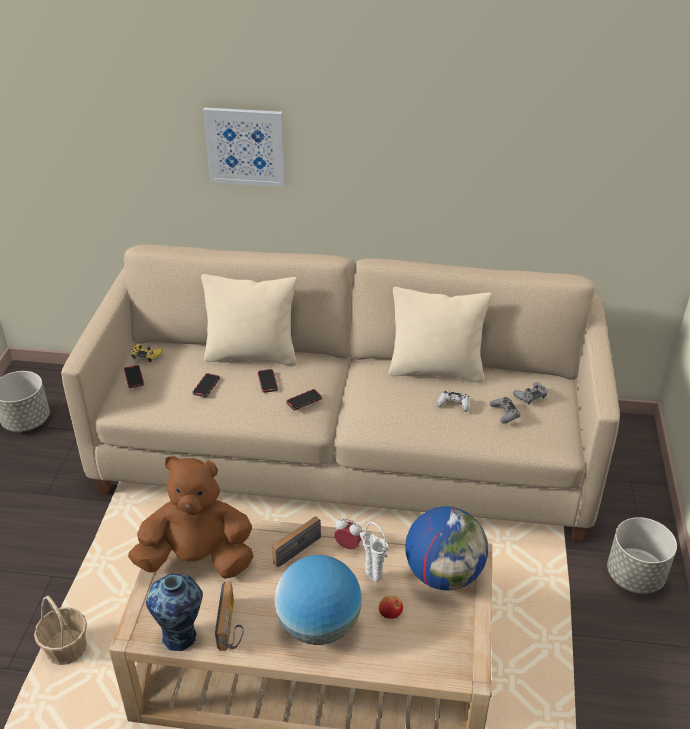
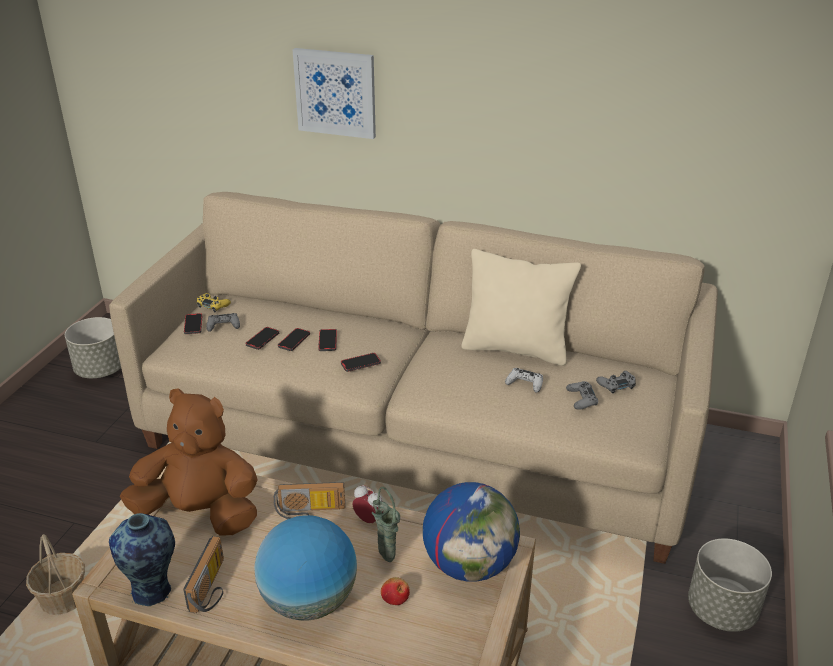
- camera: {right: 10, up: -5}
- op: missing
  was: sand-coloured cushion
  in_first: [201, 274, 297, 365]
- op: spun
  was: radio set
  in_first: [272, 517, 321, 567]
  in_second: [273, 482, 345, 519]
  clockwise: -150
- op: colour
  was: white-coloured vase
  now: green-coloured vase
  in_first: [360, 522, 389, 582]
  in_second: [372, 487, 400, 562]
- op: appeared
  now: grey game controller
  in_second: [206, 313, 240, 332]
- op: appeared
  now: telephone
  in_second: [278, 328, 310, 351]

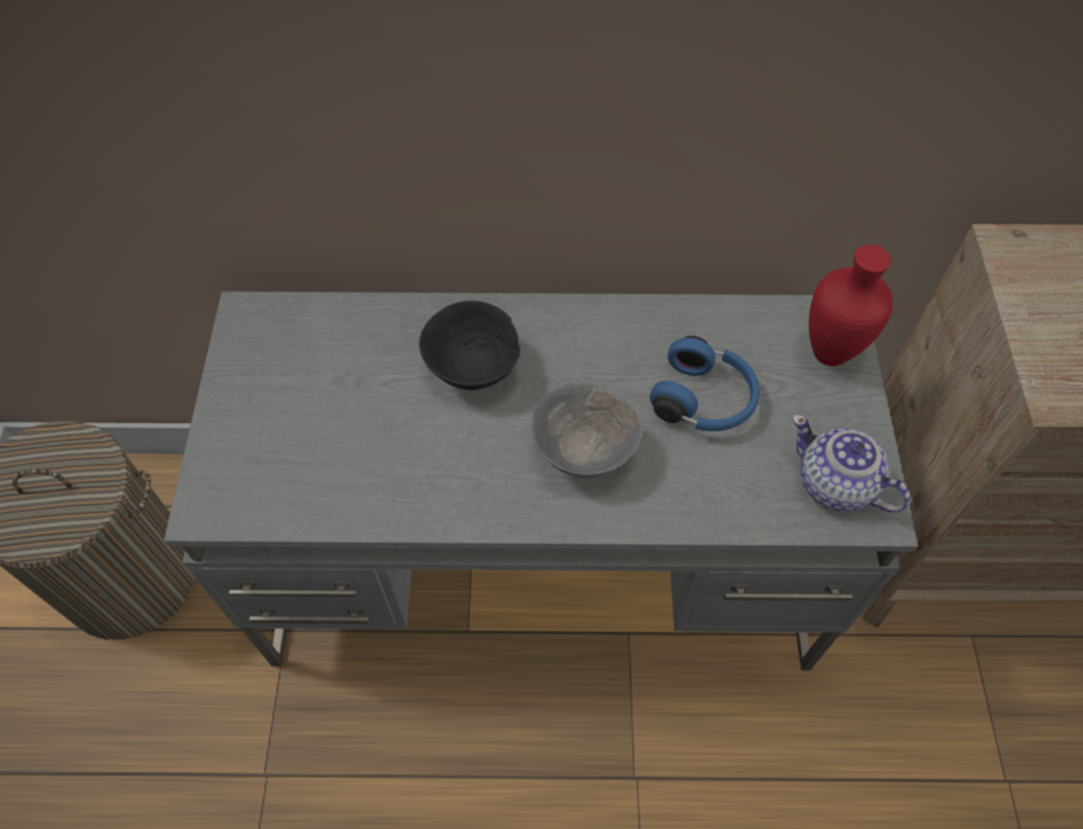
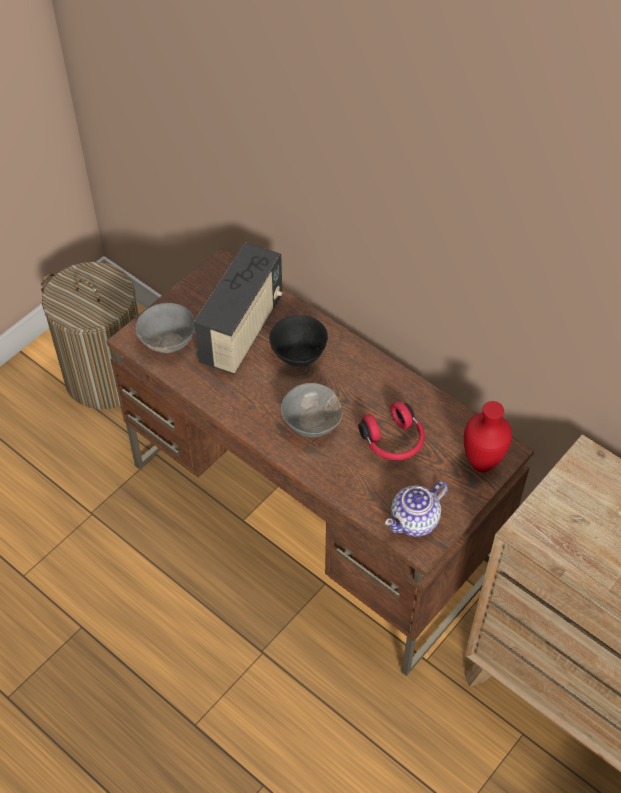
- camera: {right: 40, up: -5}
- op: colour
  was: grey desk
  now: brown desk
  in_first: [164, 291, 918, 671]
  in_second: [106, 248, 534, 676]
- op: colour
  was: bluish headphones
  now: red headphones
  in_first: [650, 336, 760, 431]
  in_second: [358, 401, 425, 461]
- op: spun
  was: tea pot
  in_first: [792, 414, 911, 513]
  in_second: [385, 481, 448, 537]
  clockwise: -120
- op: appeared
  now: radio set
  in_second: [194, 242, 282, 375]
- op: appeared
  now: grey serving bowl
  in_second: [135, 303, 195, 353]

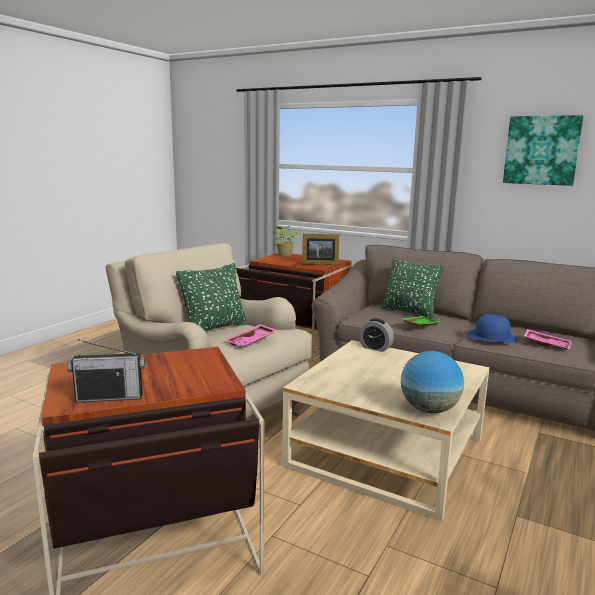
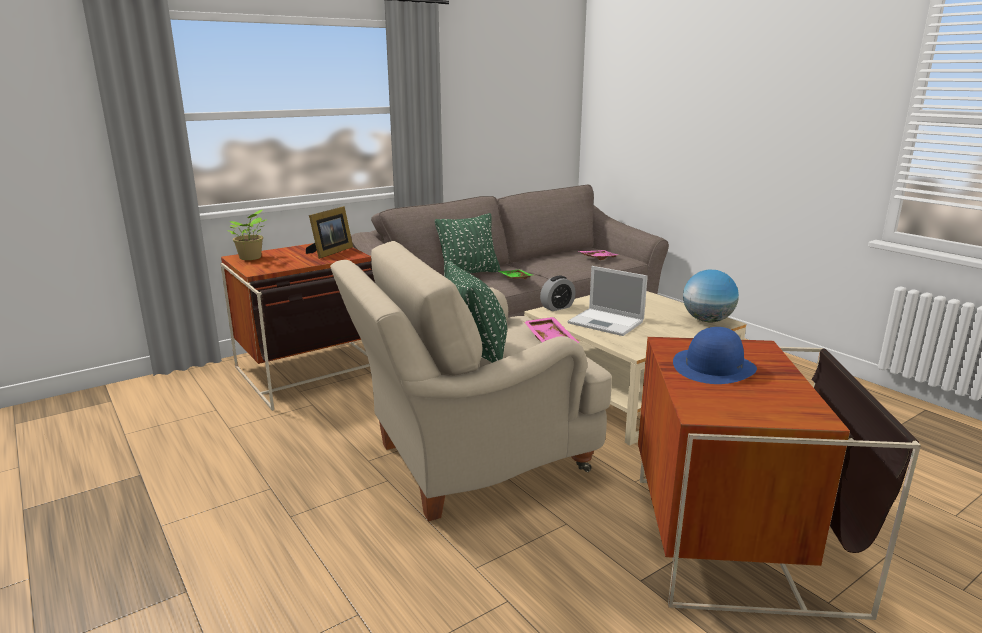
- camera: {right: -65, up: 5}
- op: missing
  was: wall art
  in_first: [503, 115, 584, 186]
- op: relocated
  was: bluish clothing hat
  in_first: [467, 314, 518, 343]
  in_second: [673, 327, 757, 384]
- op: missing
  was: radio set
  in_first: [67, 339, 145, 403]
- op: appeared
  now: notebook computer
  in_second: [568, 266, 648, 336]

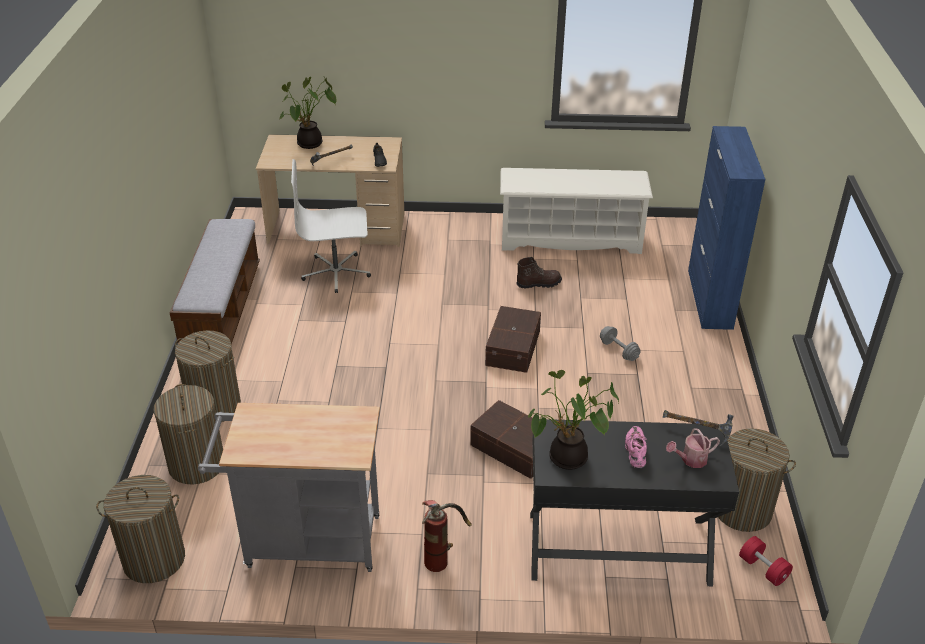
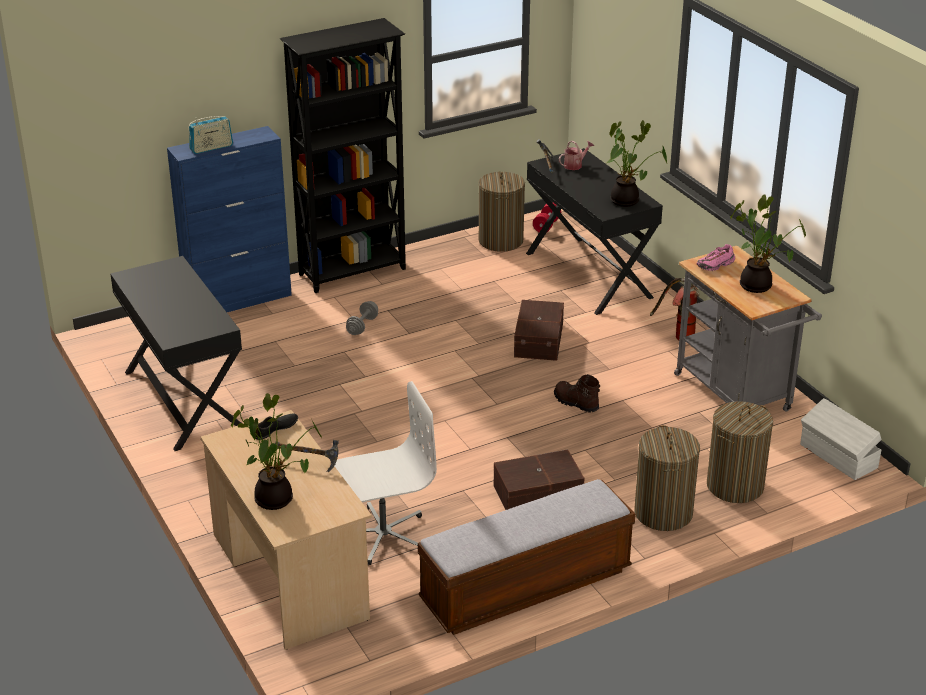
- camera: {right: -120, up: -5}
- op: spun
  was: white-coloured desk chair
  in_first: [291, 159, 371, 293]
  in_second: [335, 381, 437, 565]
  clockwise: -75
- op: exchanged
  was: white-coloured shoe rack
  now: blackish desk
  in_first: [500, 168, 653, 254]
  in_second: [110, 256, 242, 451]
- op: relocated
  was: brown high-top boot
  in_first: [516, 257, 562, 289]
  in_second: [554, 374, 600, 413]
- op: relocated
  was: brown storage bin
  in_first: [485, 306, 541, 373]
  in_second: [494, 450, 584, 510]
- op: relocated
  was: pink-coloured low shoe
  in_first: [625, 426, 647, 468]
  in_second: [697, 244, 735, 271]
- op: spun
  was: sprinkling can
  in_first: [666, 428, 720, 468]
  in_second: [559, 141, 594, 170]
  clockwise: -75
- op: exchanged
  was: hamper
  now: white-coloured storage bin
  in_first: [96, 475, 185, 583]
  in_second: [800, 398, 881, 480]
- op: appeared
  now: blackish bookcase
  in_second: [280, 18, 406, 293]
- op: appeared
  now: radio set
  in_second: [189, 116, 233, 154]
- op: appeared
  now: plant in a pot
  in_second: [730, 194, 806, 293]

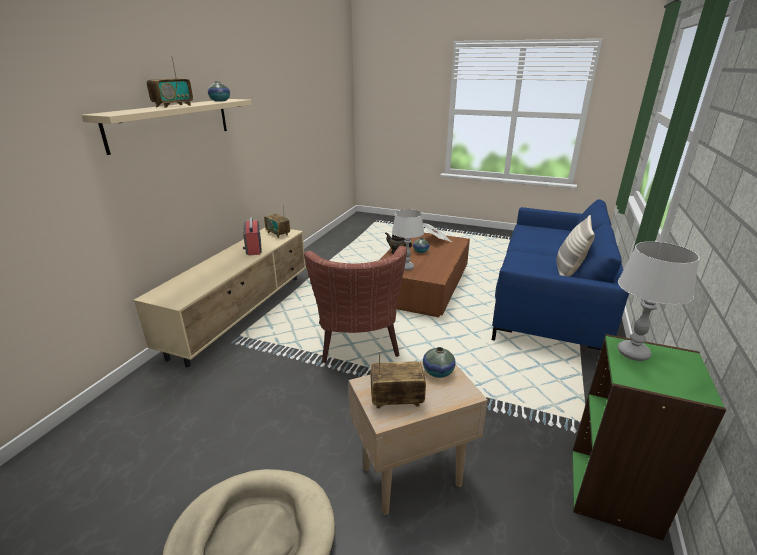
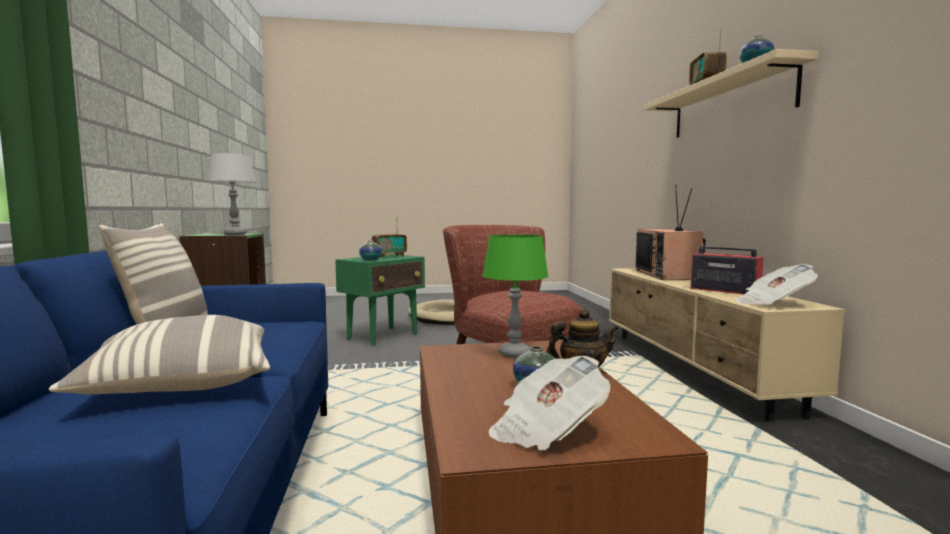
- camera: {right: 150, up: -20}
- op: exchanged
  was: radio set
  now: newspaper
  in_first: [264, 207, 290, 238]
  in_second: [735, 264, 818, 305]
- op: colour
  was: grey tabletop lamp
  now: green-coloured tabletop lamp
  in_first: [392, 209, 424, 270]
  in_second: [482, 235, 549, 358]
- op: colour
  was: sand-coloured side table
  now: green-coloured side table
  in_first: [349, 361, 488, 515]
  in_second: [335, 254, 425, 346]
- op: appeared
  now: television
  in_second: [636, 185, 706, 280]
- op: appeared
  now: cushion
  in_second: [49, 315, 270, 394]

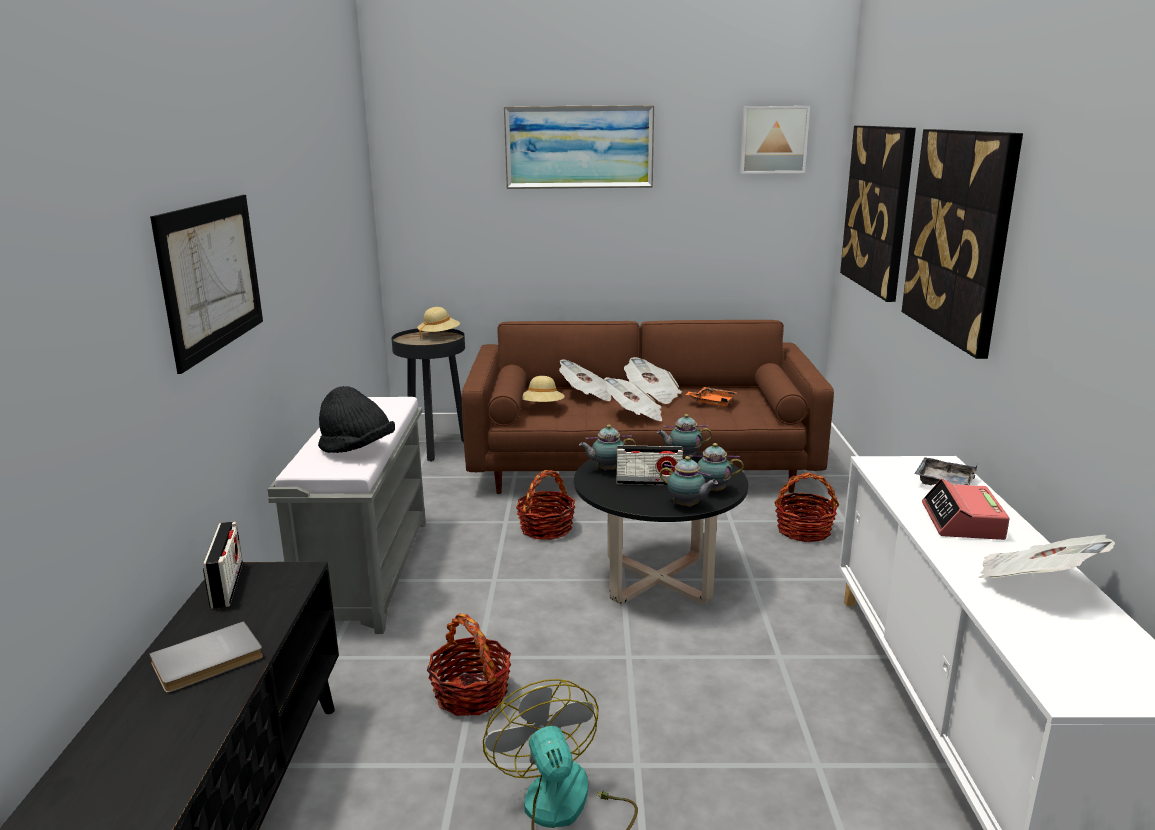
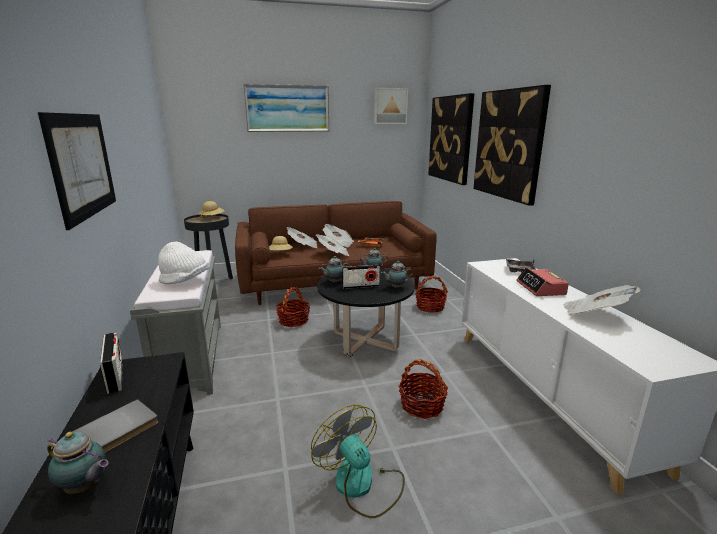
- camera: {right: -15, up: 0}
- op: colour
  was: blackish clothing hat
  now: white-coloured clothing hat
  in_first: [318, 386, 395, 453]
  in_second: [158, 242, 210, 284]
- op: relocated
  was: tea pot
  in_first: [660, 456, 718, 507]
  in_second: [47, 432, 109, 494]
- op: relocated
  was: basket
  in_first: [427, 614, 511, 716]
  in_second: [399, 360, 448, 419]

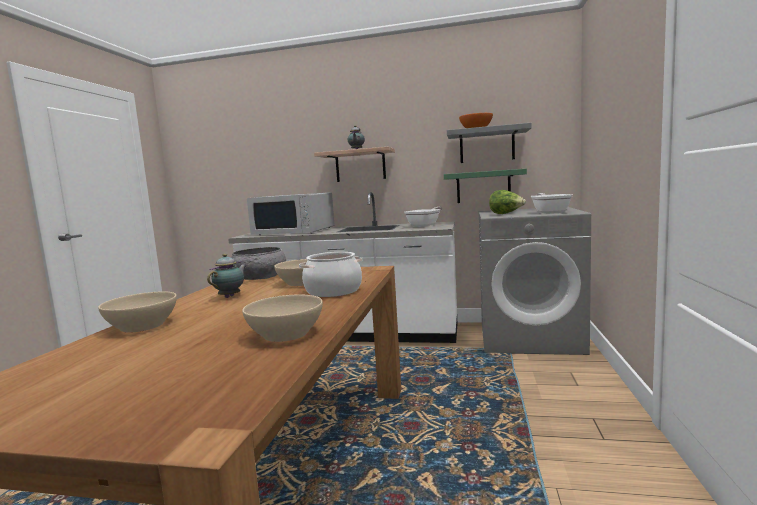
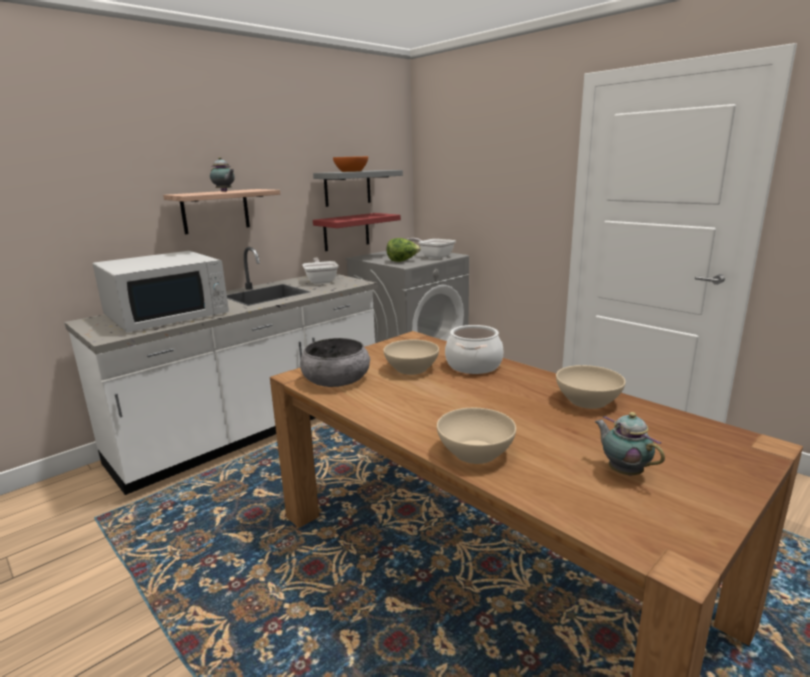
- camera: {right: -55, up: 10}
- op: colour
  was: green-coloured wall shelf
  now: red wall shelf
  in_first: [444, 169, 527, 203]
  in_second: [313, 213, 401, 251]
- op: relocated
  was: tea pot
  in_first: [207, 254, 246, 298]
  in_second: [595, 412, 665, 476]

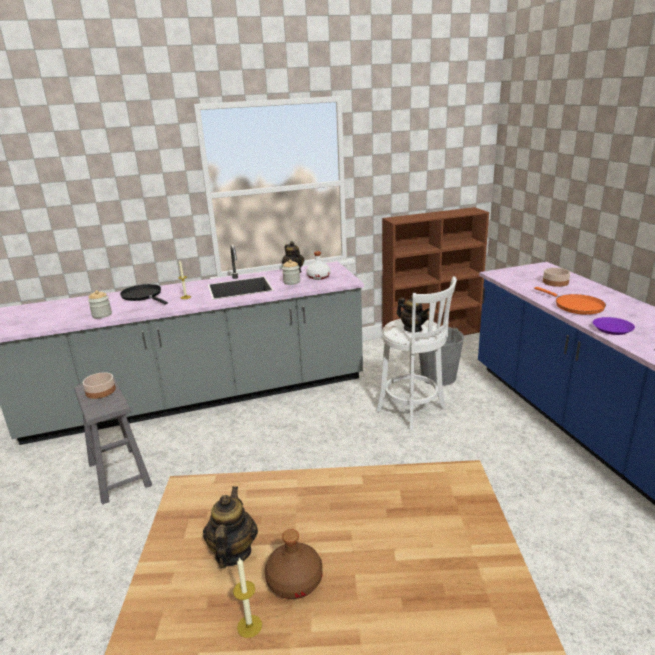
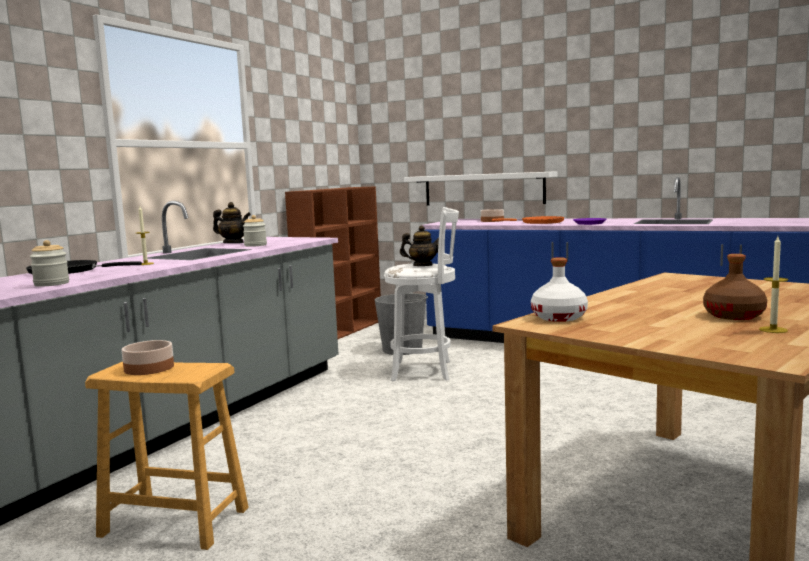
- camera: {right: -45, up: -15}
- op: relocated
  was: white-coloured bottle
  in_first: [306, 251, 331, 280]
  in_second: [531, 257, 588, 322]
- op: colour
  was: grey stool seat
  now: brown stool seat
  in_first: [74, 377, 152, 505]
  in_second: [85, 361, 249, 550]
- op: missing
  was: tea pot
  in_first: [203, 486, 258, 568]
- op: appeared
  now: white-coloured wall shelf
  in_second: [404, 171, 557, 205]

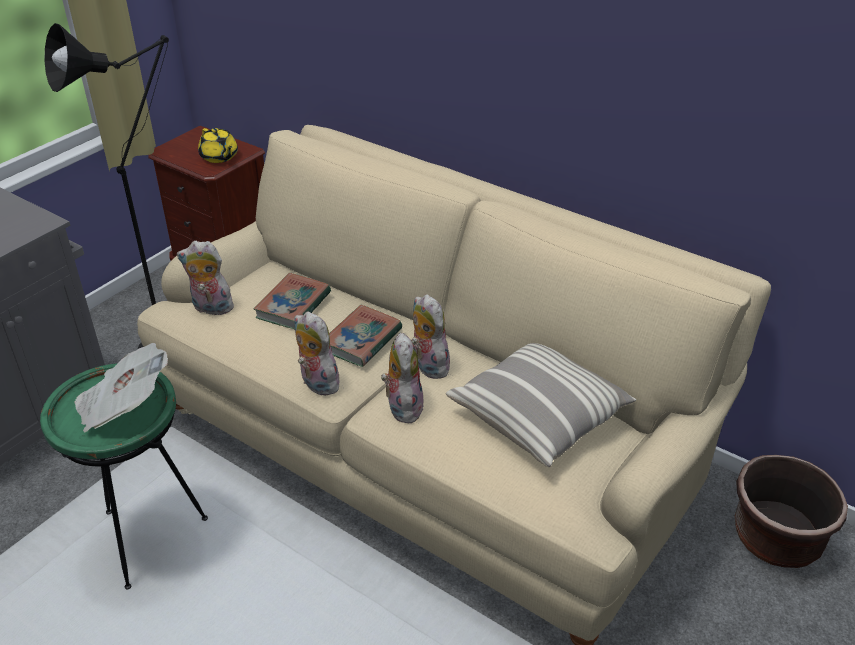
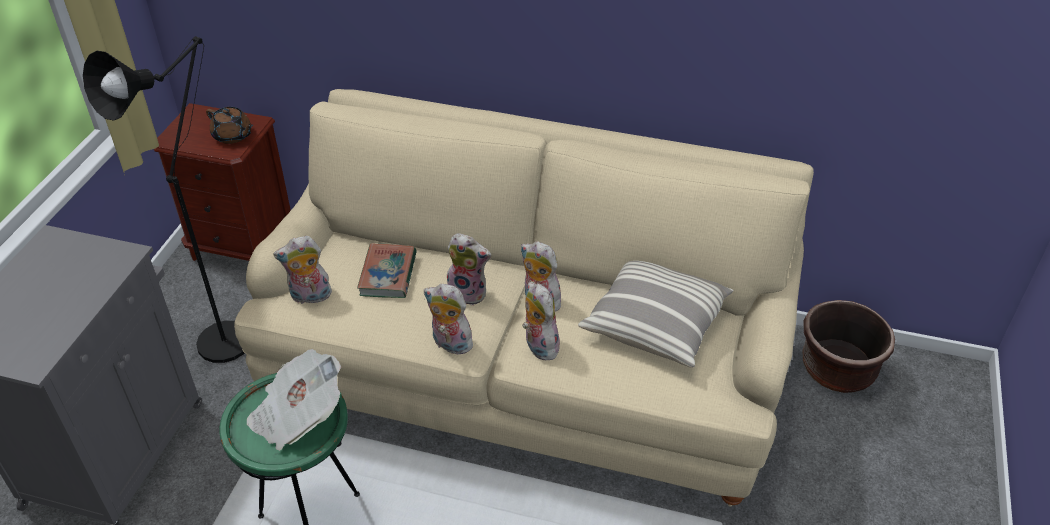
- camera: {right: -20, up: 5}
- op: colour
  was: yellow-coloured tea pot
  now: brown tea pot
  in_first: [198, 128, 238, 163]
  in_second: [206, 107, 253, 144]
- op: exchanged
  was: bound book
  now: plush toy
  in_first: [329, 305, 402, 367]
  in_second: [447, 233, 491, 306]

